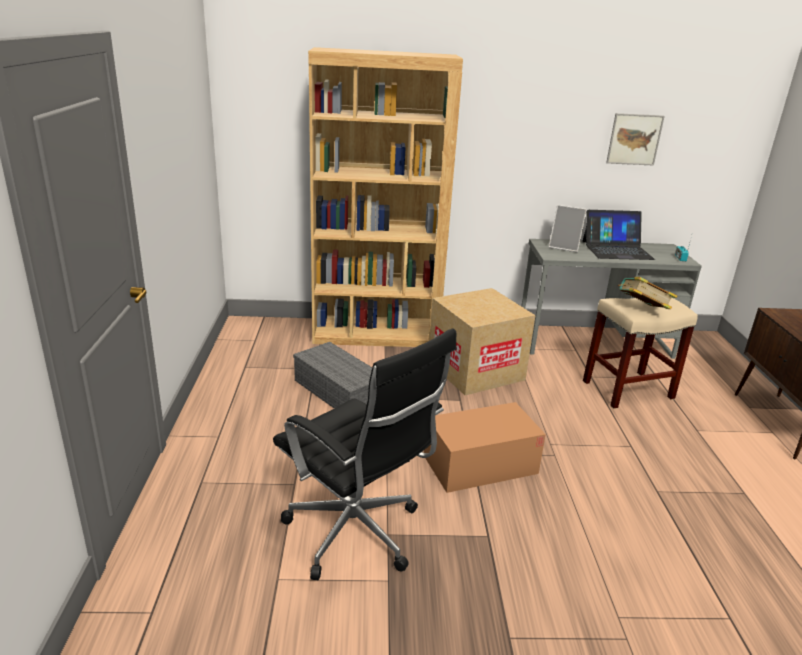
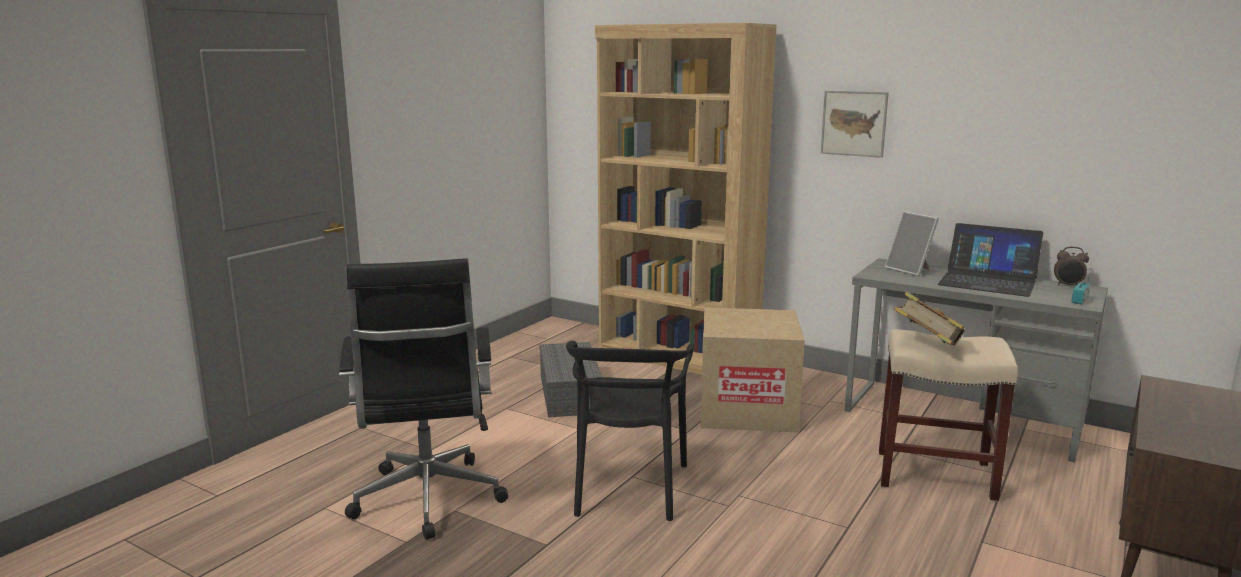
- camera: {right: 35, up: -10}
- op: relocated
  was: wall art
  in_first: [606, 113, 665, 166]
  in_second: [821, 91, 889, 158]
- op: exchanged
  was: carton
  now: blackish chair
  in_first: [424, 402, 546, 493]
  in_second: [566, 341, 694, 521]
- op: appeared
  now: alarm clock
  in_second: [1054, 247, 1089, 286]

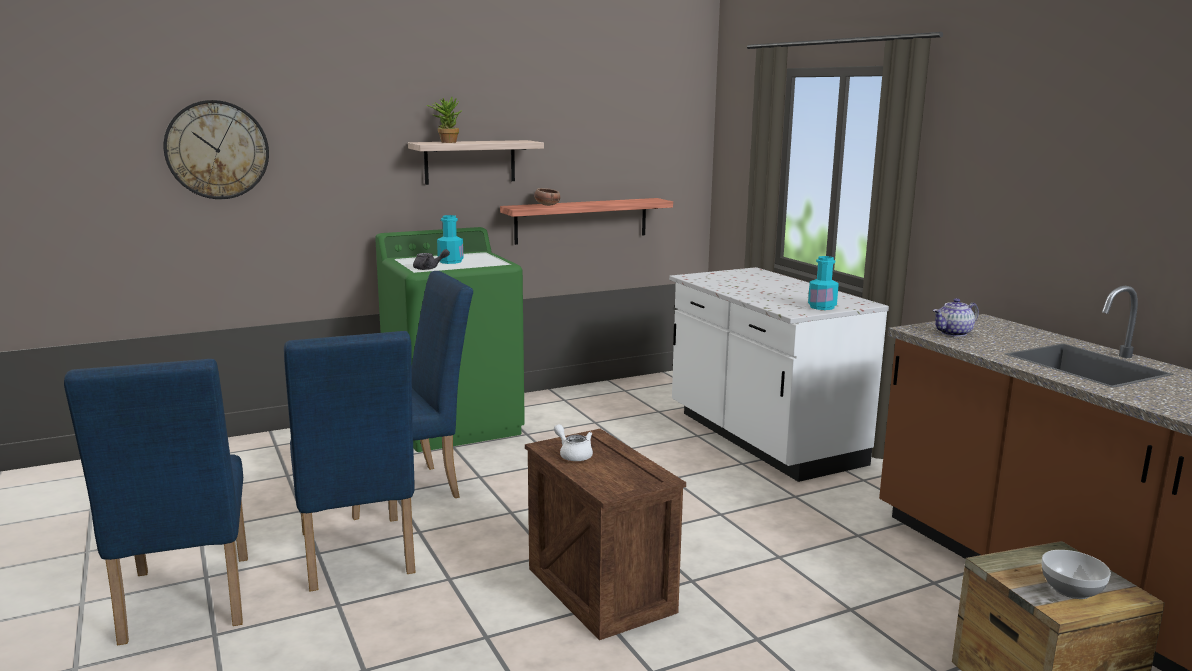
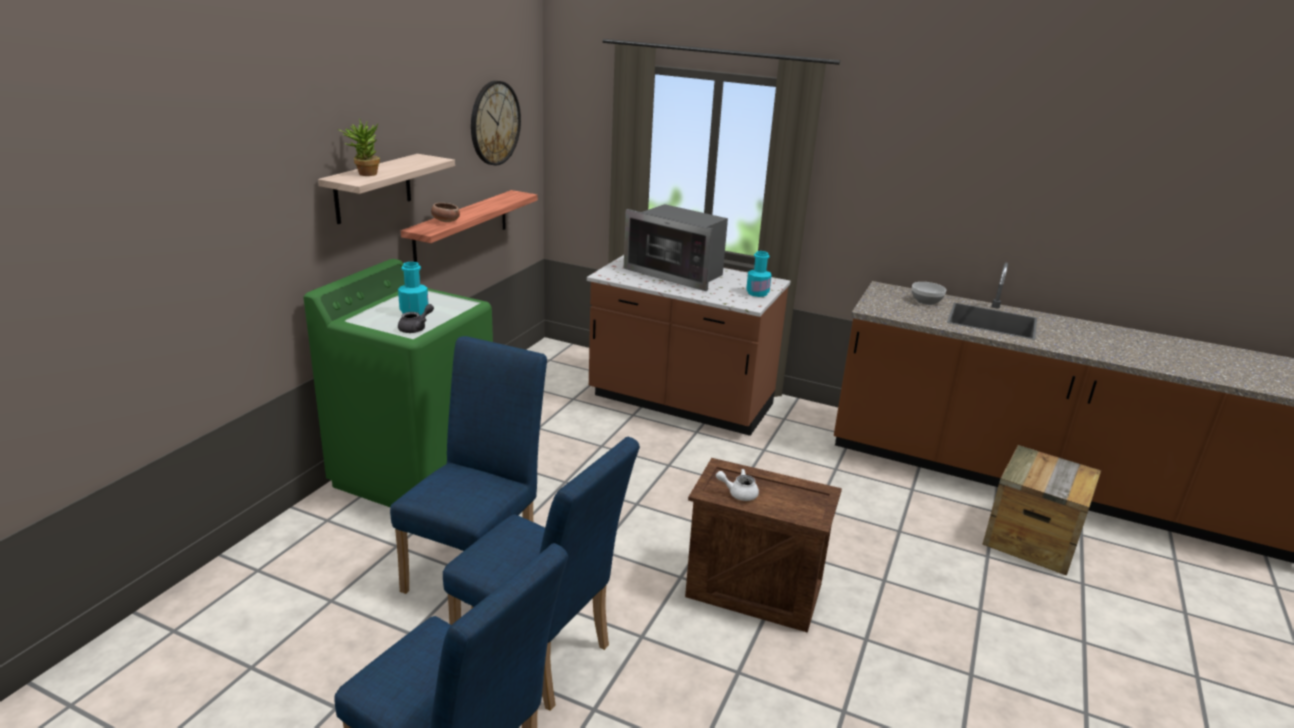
- camera: {right: -40, up: 10}
- op: relocated
  was: hanging clock
  in_first: [163, 100, 269, 199]
  in_second: [471, 81, 521, 165]
- op: colour
  was: white-coloured kitchen counter
  now: brown kitchen counter
  in_first: [669, 267, 889, 482]
  in_second: [587, 255, 791, 436]
- op: missing
  was: tea pot
  in_first: [933, 298, 979, 337]
- op: relocated
  was: serving bowl
  in_first: [1042, 550, 1111, 599]
  in_second: [912, 282, 946, 305]
- op: appeared
  now: microwave oven
  in_second: [623, 204, 728, 291]

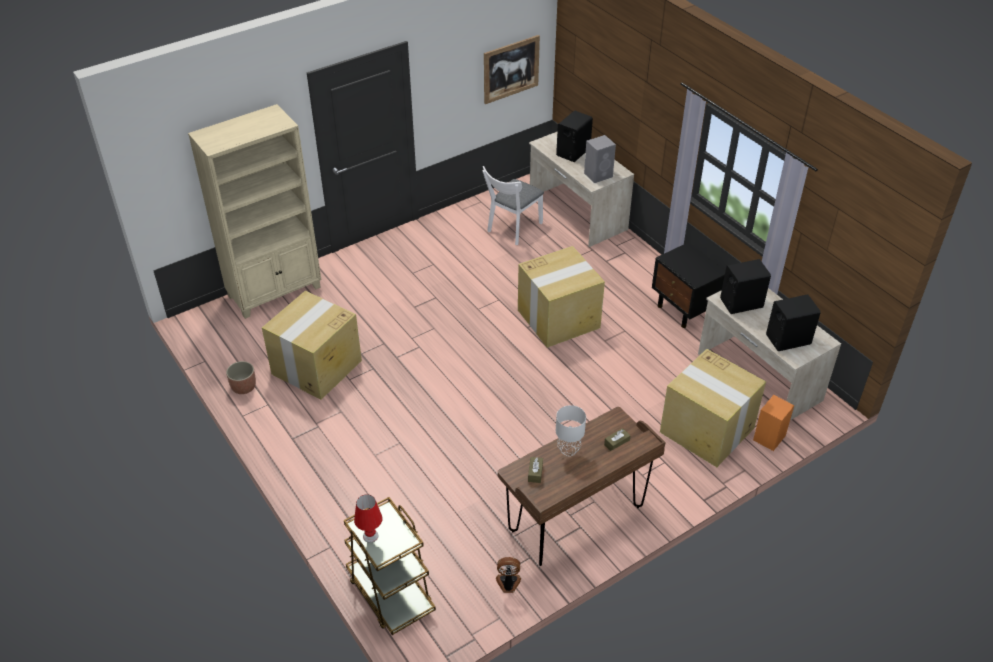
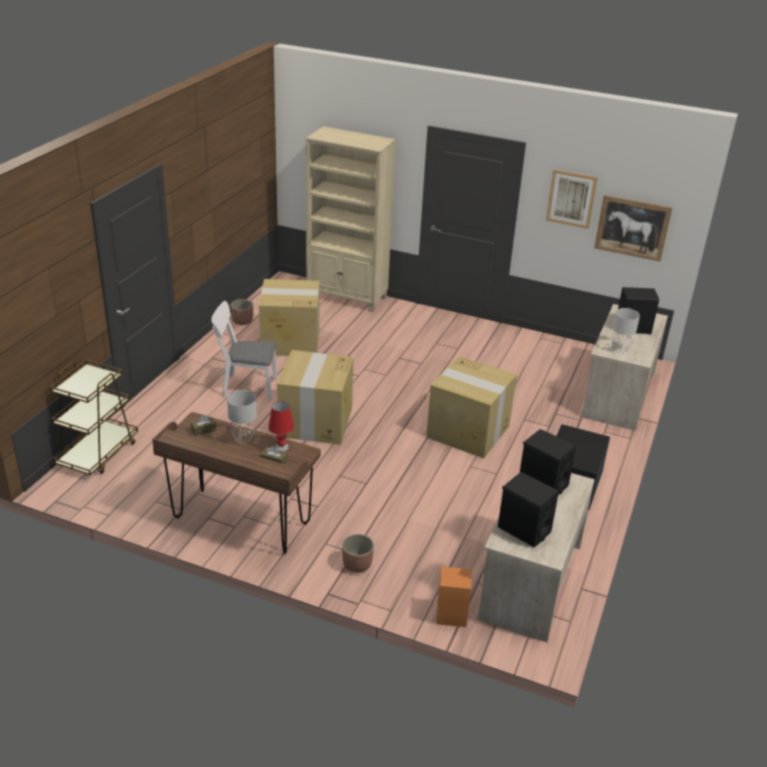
- camera: {right: 55, up: -10}
- op: exchanged
  was: grey audio speaker
  now: grey tabletop lamp
  in_first: [584, 135, 616, 183]
  in_second: [612, 308, 640, 353]
- op: relocated
  was: white-coloured chair
  in_first: [483, 166, 544, 245]
  in_second: [211, 301, 277, 400]
- op: relocated
  was: carton
  in_first: [660, 349, 766, 467]
  in_second: [277, 350, 354, 445]
- op: relocated
  was: red tabletop lamp
  in_first: [354, 495, 382, 543]
  in_second: [268, 401, 294, 452]
- op: missing
  was: fan
  in_first: [496, 557, 521, 593]
- op: appeared
  now: wall art
  in_second: [546, 169, 598, 229]
- op: appeared
  now: flower pot
  in_second: [342, 534, 374, 573]

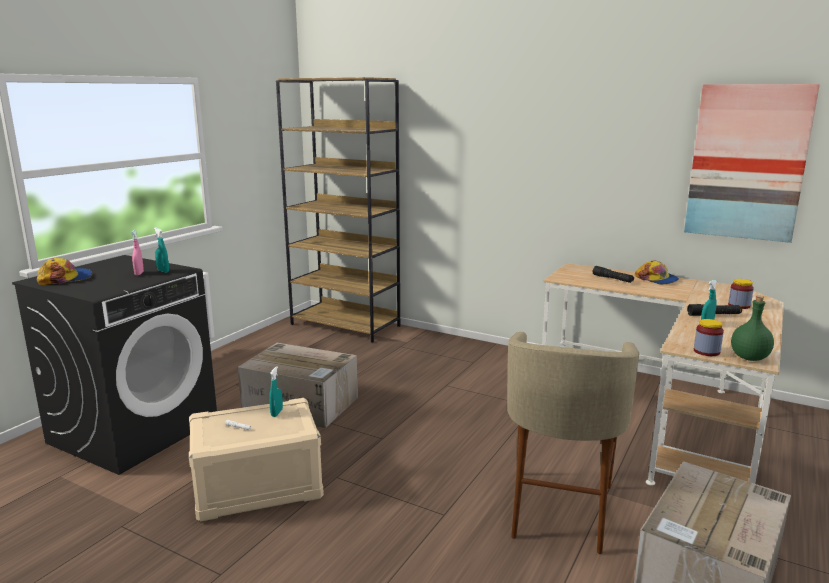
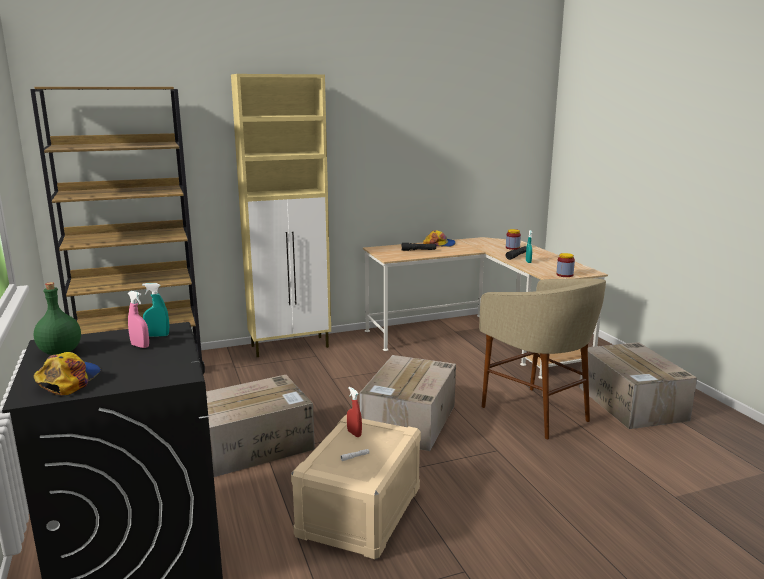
- camera: {right: -50, up: 0}
- op: missing
  was: wall art
  in_first: [684, 84, 820, 243]
- op: relocated
  was: green-coloured bottle
  in_first: [731, 296, 774, 361]
  in_second: [34, 282, 81, 355]
- op: colour
  was: turquoise spray bottle
  now: red spray bottle
  in_first: [269, 366, 283, 417]
  in_second: [347, 387, 362, 437]
- op: appeared
  now: sand-coloured storage cabinet
  in_second: [231, 74, 331, 357]
- op: appeared
  now: carton
  in_second: [360, 355, 456, 451]

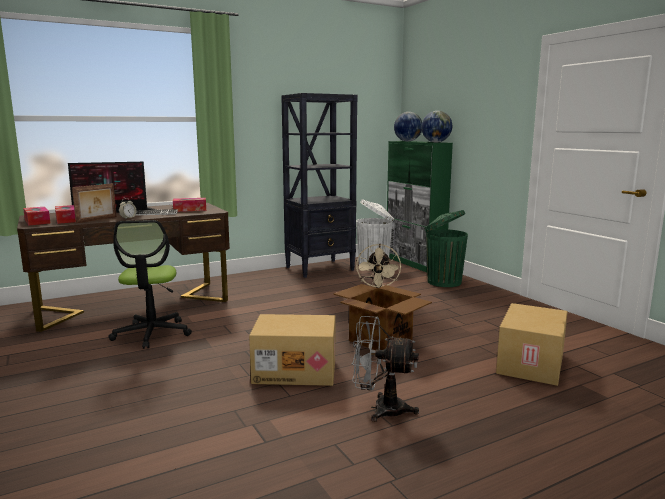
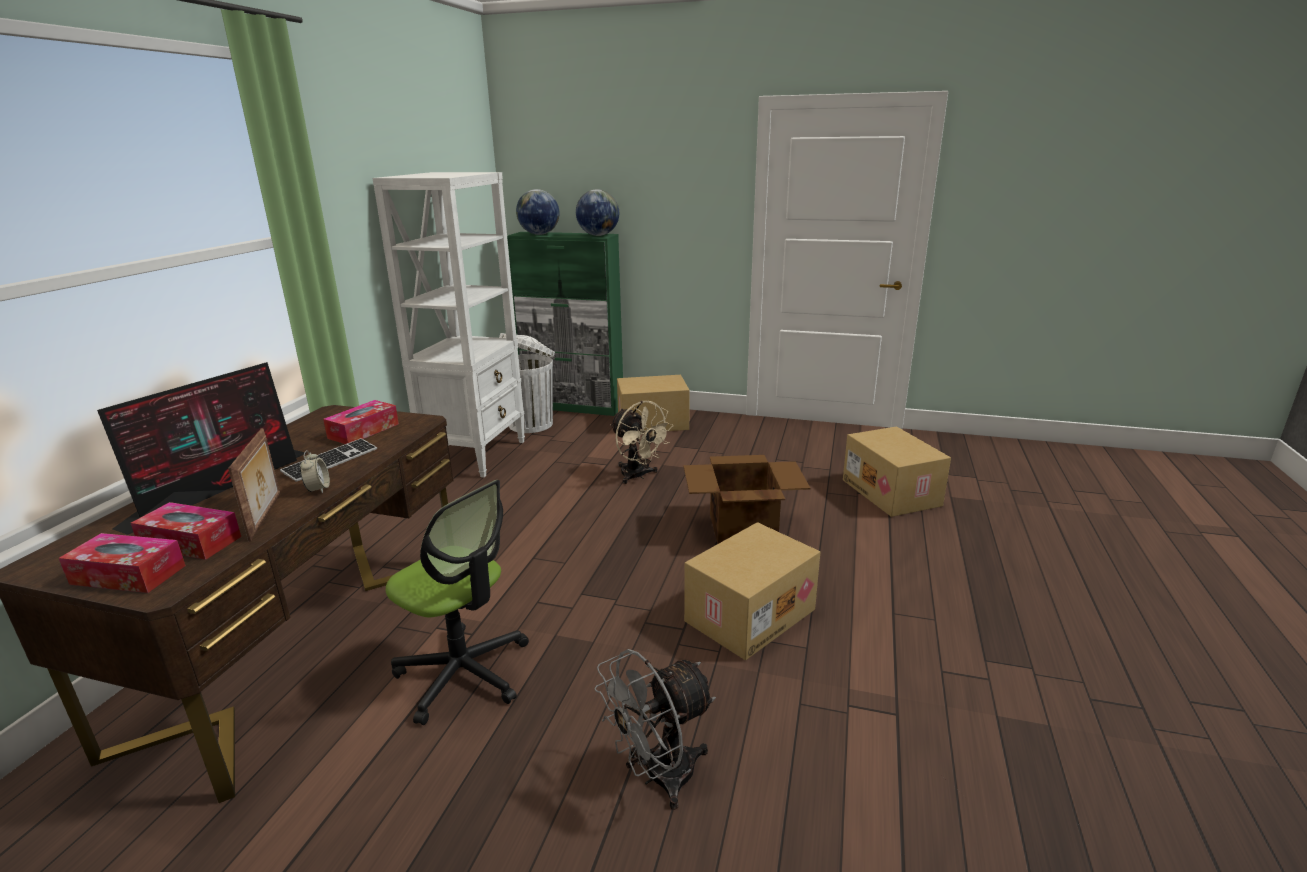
- camera: {right: -45, up: 10}
- op: colour
  was: blackish bookcase
  now: white-coloured bookcase
  in_first: [281, 93, 358, 278]
  in_second: [372, 172, 525, 477]
- op: exchanged
  was: green-coloured waste bin
  now: carton
  in_first: [424, 210, 468, 287]
  in_second: [617, 375, 690, 433]
- op: relocated
  was: grey fan
  in_first: [352, 316, 419, 422]
  in_second: [595, 649, 716, 810]

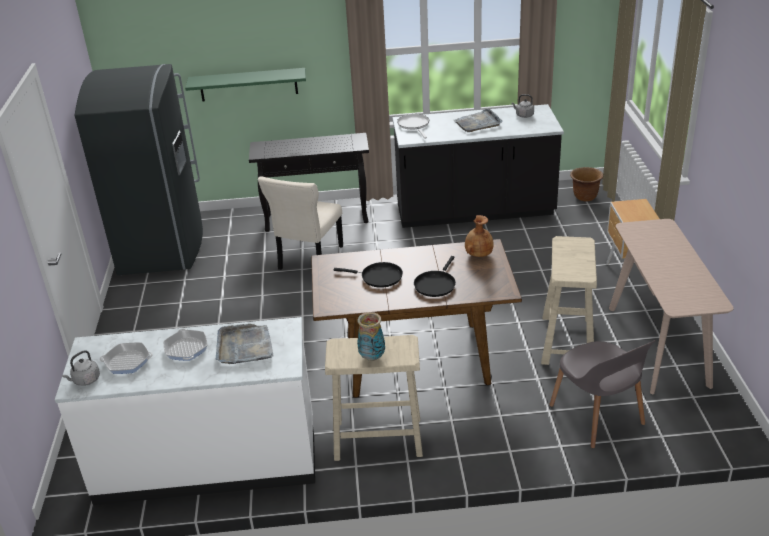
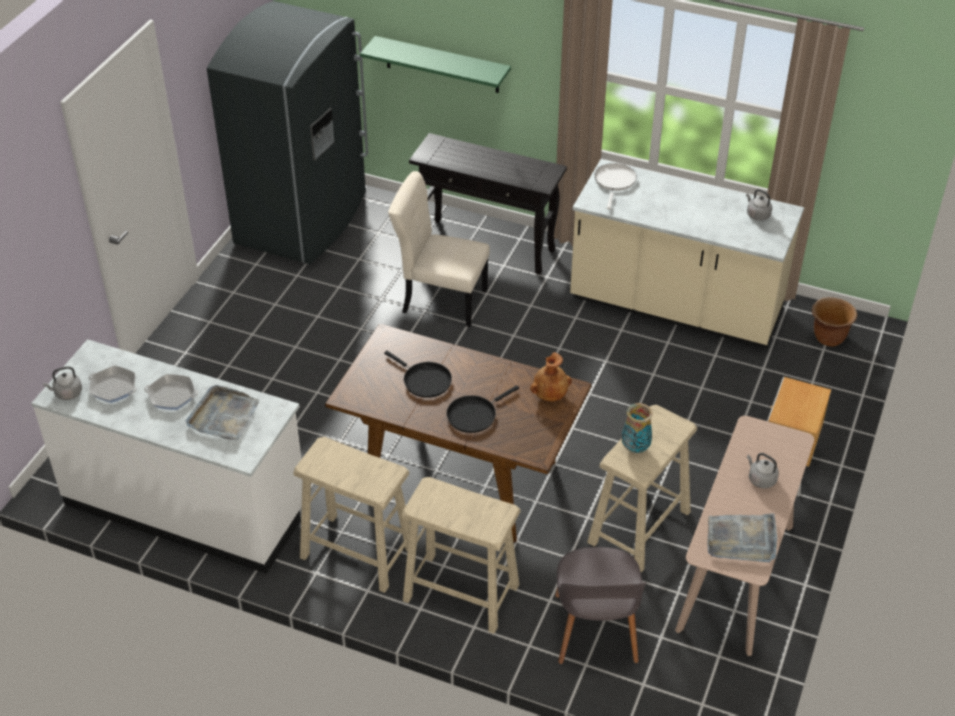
- camera: {right: 25, up: 10}
- op: colour
  was: blackish kitchen counter
  now: sand-coloured kitchen counter
  in_first: [392, 104, 564, 228]
  in_second: [570, 159, 804, 349]
- op: relocated
  was: grey serving tray
  in_first: [454, 108, 502, 132]
  in_second: [708, 513, 777, 562]
- op: spun
  was: sand-coloured chair
  in_first: [258, 176, 343, 270]
  in_second: [388, 171, 490, 327]
  clockwise: 60
- op: relocated
  was: vase
  in_first: [357, 312, 385, 361]
  in_second: [622, 403, 653, 453]
- op: spun
  was: pan
  in_first: [164, 328, 207, 361]
  in_second: [144, 374, 198, 410]
  clockwise: 90
- op: appeared
  now: grey kettle
  in_second: [747, 453, 779, 488]
- op: appeared
  now: sand-coloured stool seat
  in_second: [402, 477, 520, 634]

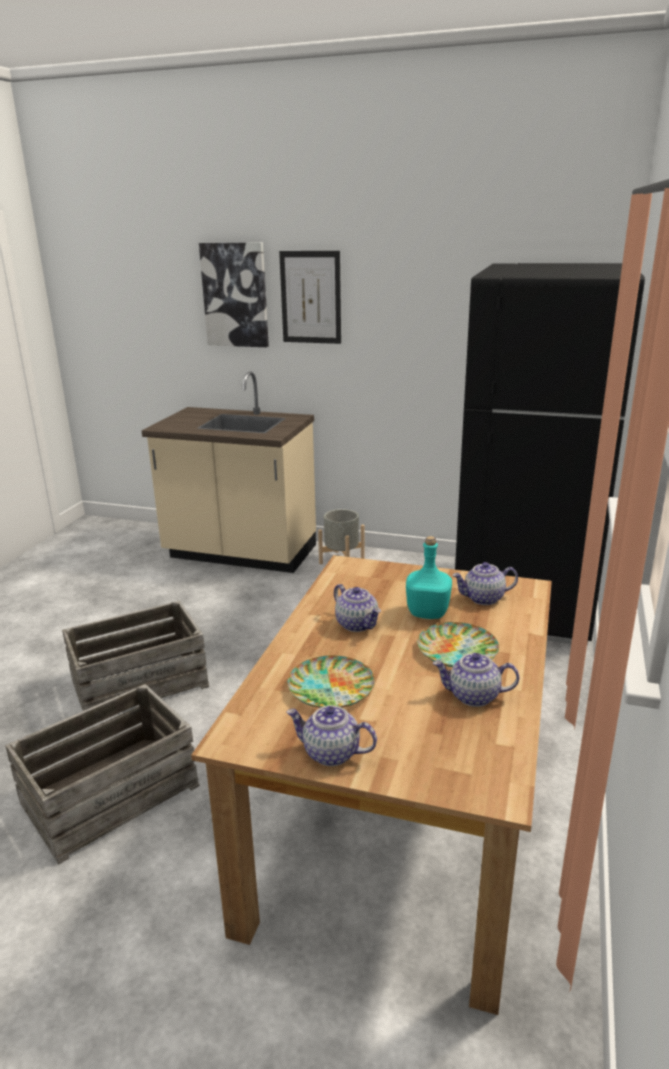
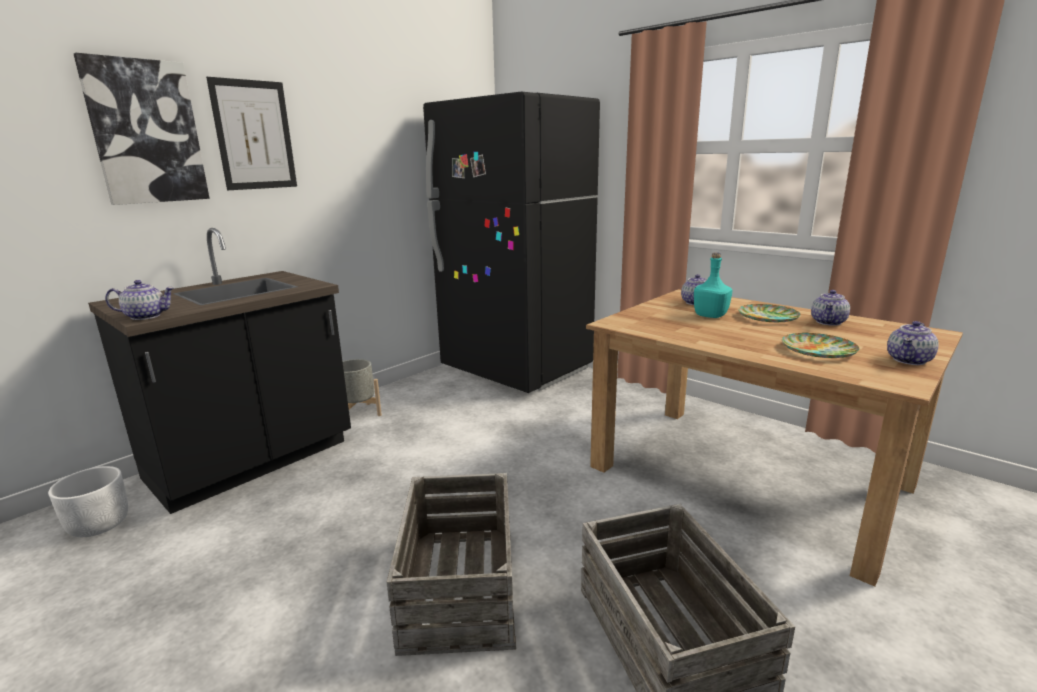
- camera: {right: -65, up: -5}
- op: colour
  was: sand-coloured kitchen counter
  now: blackish kitchen counter
  in_first: [142, 372, 316, 573]
  in_second: [88, 228, 351, 514]
- op: relocated
  was: tea pot
  in_first: [334, 584, 381, 632]
  in_second: [105, 280, 174, 320]
- op: appeared
  now: white-coloured flower pot
  in_second: [48, 466, 128, 537]

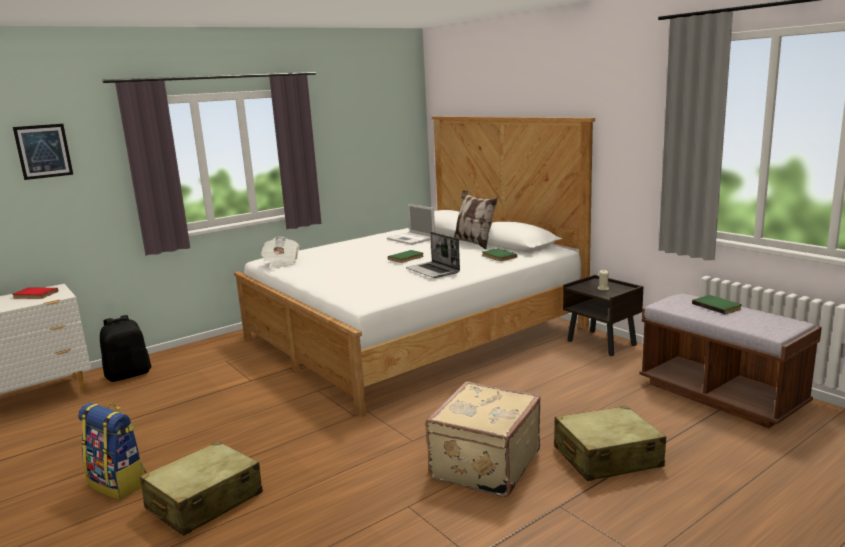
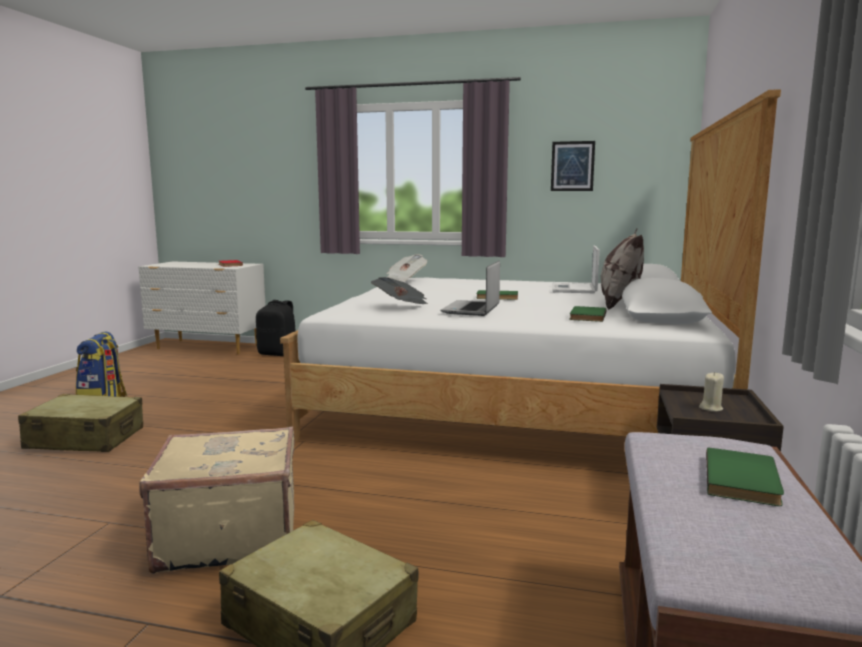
- camera: {right: 50, up: -5}
- op: relocated
  was: wall art
  in_first: [13, 124, 73, 180]
  in_second: [551, 141, 595, 191]
- op: appeared
  now: newspaper
  in_second: [371, 277, 428, 304]

